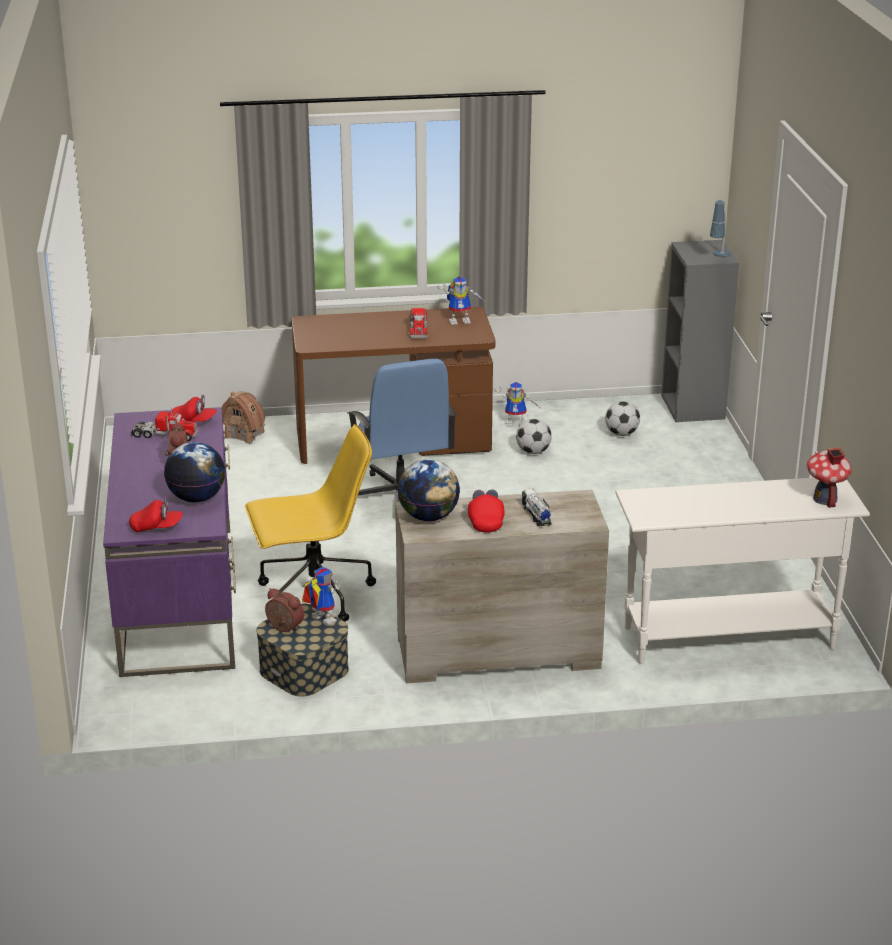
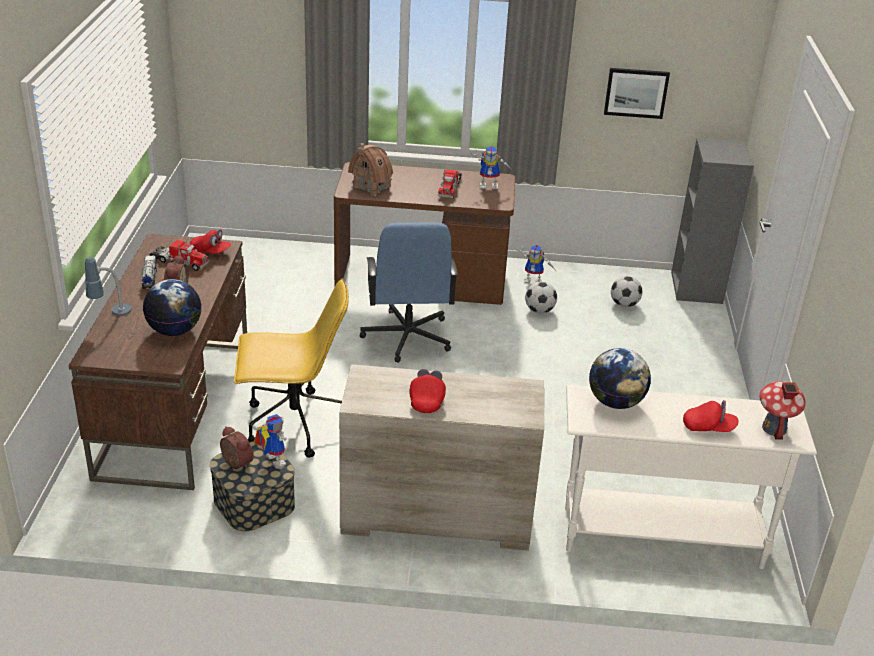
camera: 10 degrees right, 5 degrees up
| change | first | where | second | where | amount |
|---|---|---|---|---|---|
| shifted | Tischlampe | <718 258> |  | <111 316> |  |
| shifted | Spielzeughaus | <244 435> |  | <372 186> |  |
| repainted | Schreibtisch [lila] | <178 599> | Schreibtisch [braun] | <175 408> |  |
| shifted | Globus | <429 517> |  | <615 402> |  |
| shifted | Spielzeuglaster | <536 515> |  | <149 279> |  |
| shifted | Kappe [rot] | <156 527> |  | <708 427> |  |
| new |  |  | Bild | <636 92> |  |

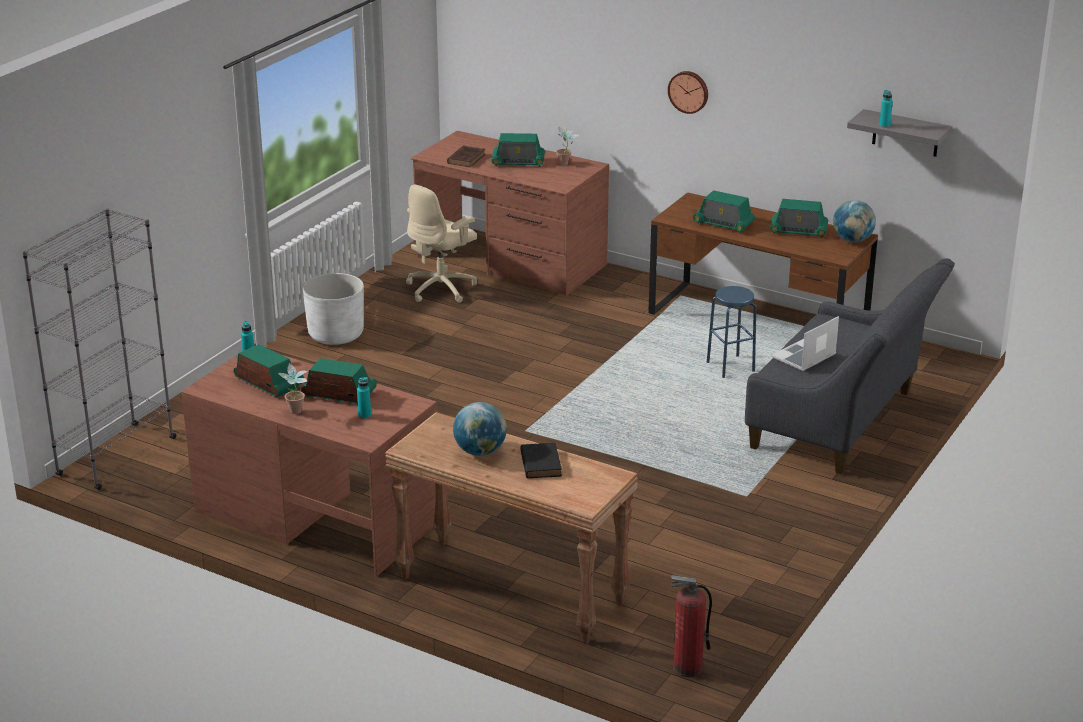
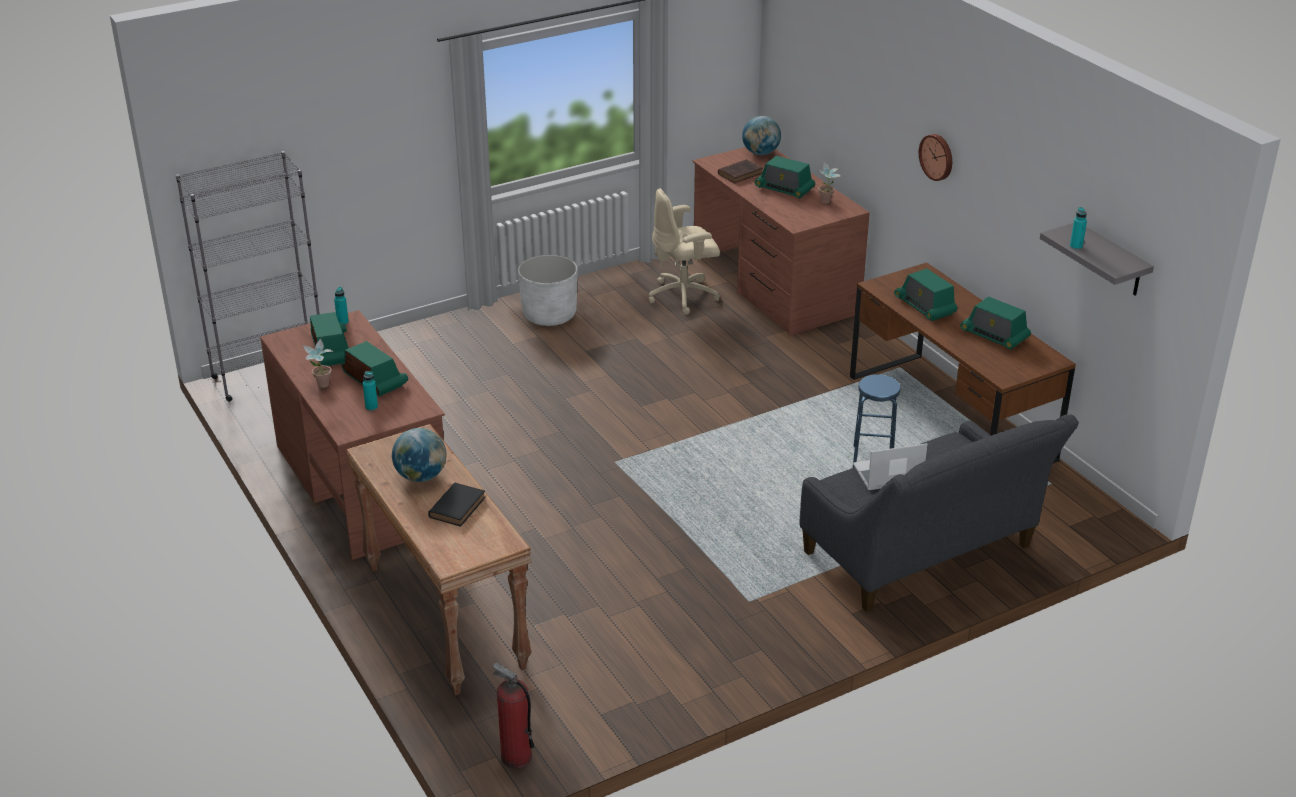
camera: 30 degrees right, 5 degrees up
| change | first | where | second | where | amount |
|---|---|---|---|---|---|
| shifted | Globus | <852 240> |  | <760 153> |  |

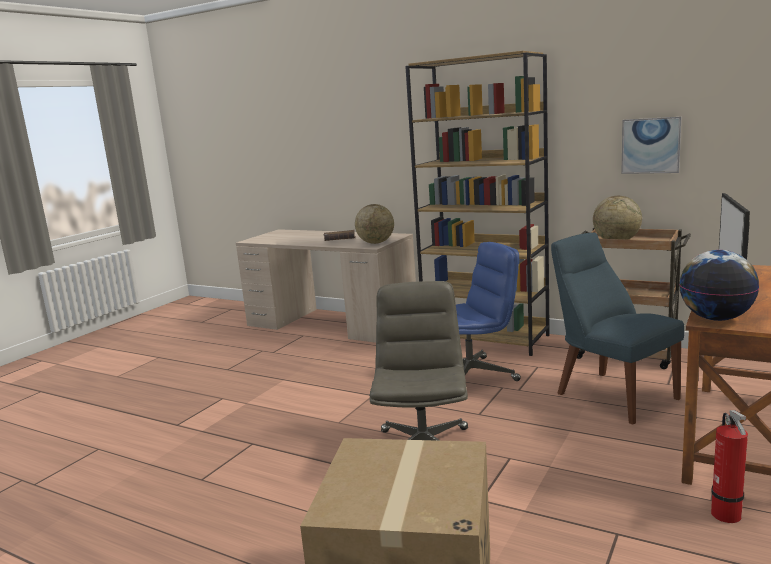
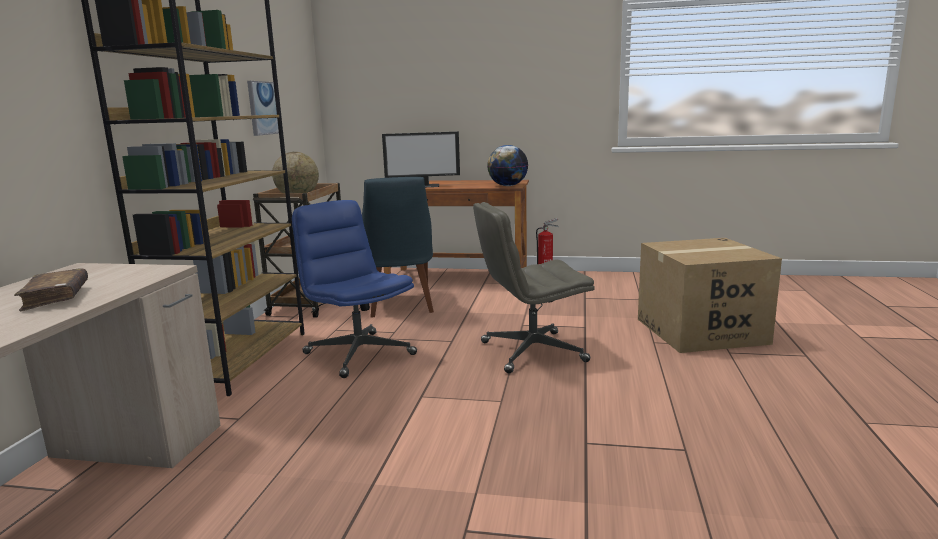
camera: 110 degrees left, 0 degrees up
| change | first | where | second | where | amount |
|---|---|---|---|---|---|
| gone | Globus | <376 243> |  |  |  |
| rotated | Stuhl [blau] | <612 395> |  | <400 304> | 45 degrees counterclockwise |

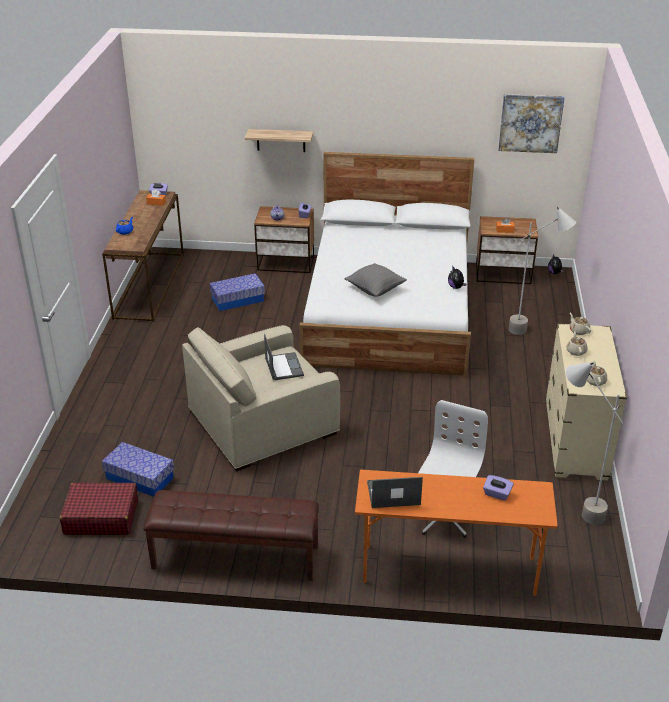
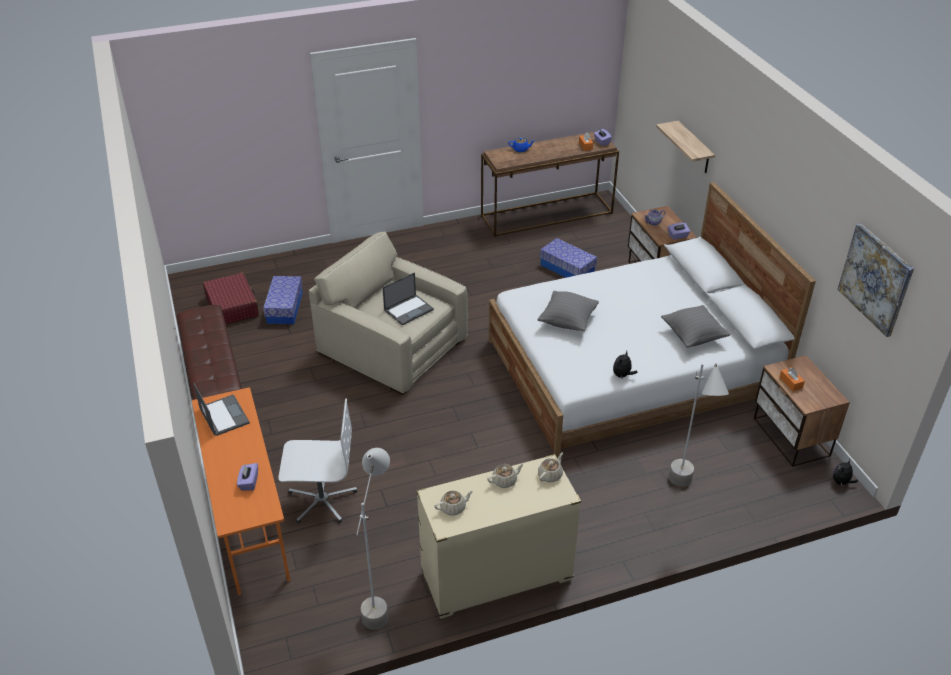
camera: 65 degrees right, 5 degrees up
| change | first | where | second | where | amount |
|---|---|---|---|---|---|
| new |  |  | Kissen [grau] | <693 337> |  |

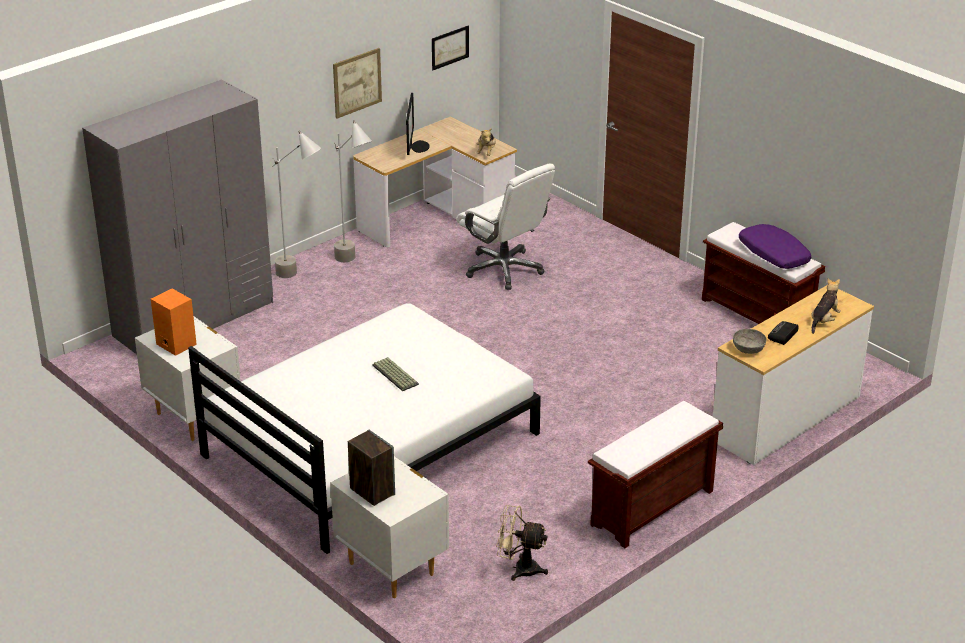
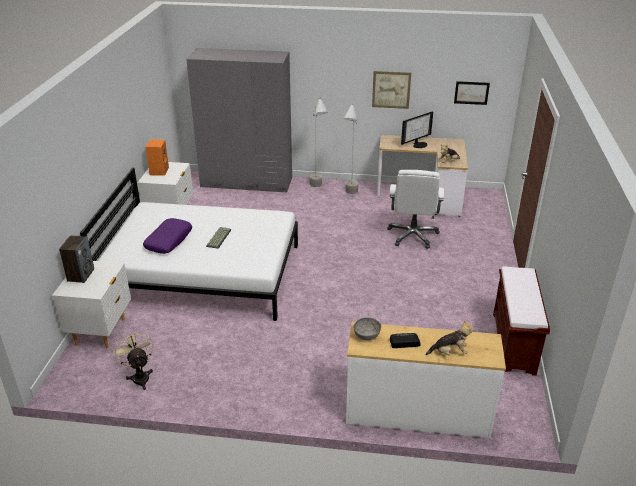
camera: 50 degrees right, 0 degrees up
| change | first | where | second | where | amount |
|---|---|---|---|---|---|
| shifted | Kissen [lila] | <773 254> |  | <168 241> |  |
| gone | Bank [braun] | <651 509> |  |  |  |

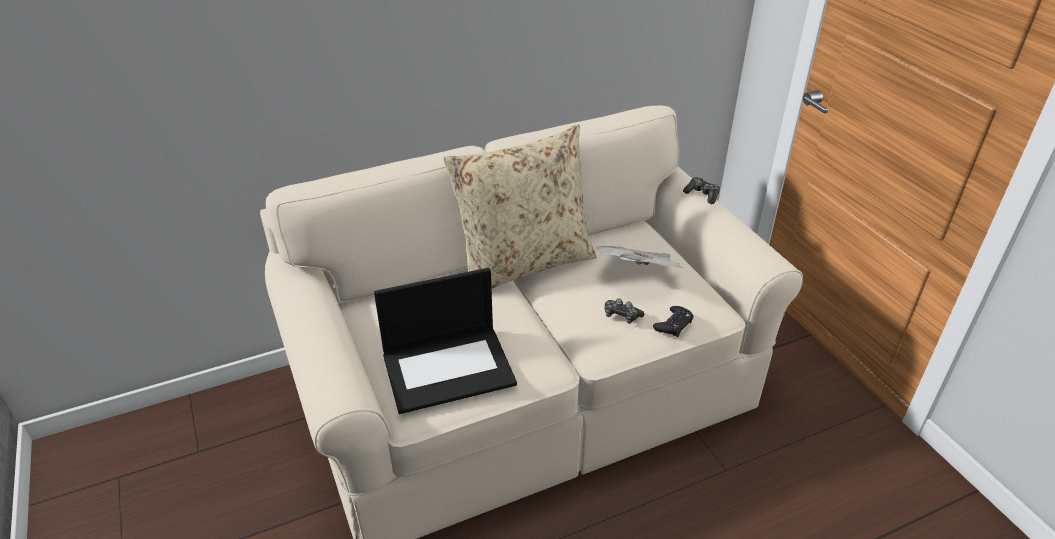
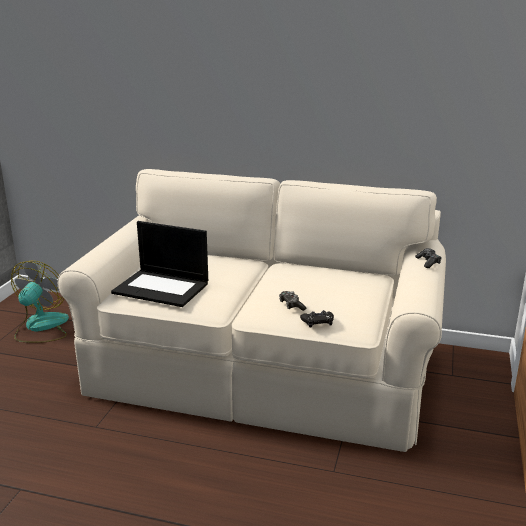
camera: 40 degrees right, 15 degrees down
| change | first | where | second | where | amount |
|---|---|---|---|---|---|
| gone | Kissen [beige] | <524 263> |  |  |  |
| gone | Zeitung | <640 274> |  |  |  |
| new |  |  | Ventilator | <41 327> |  |

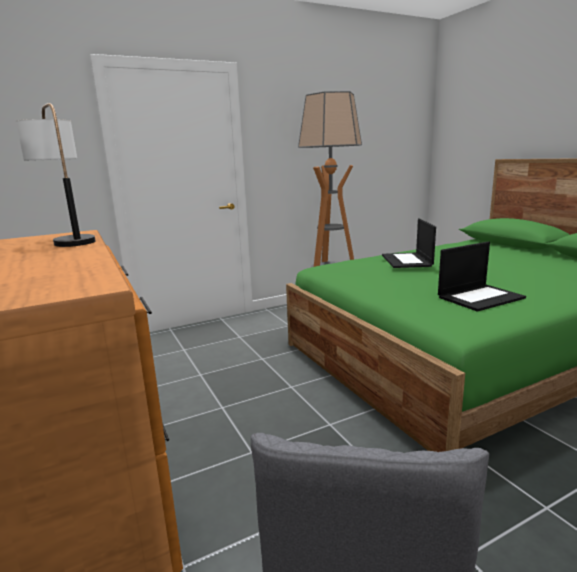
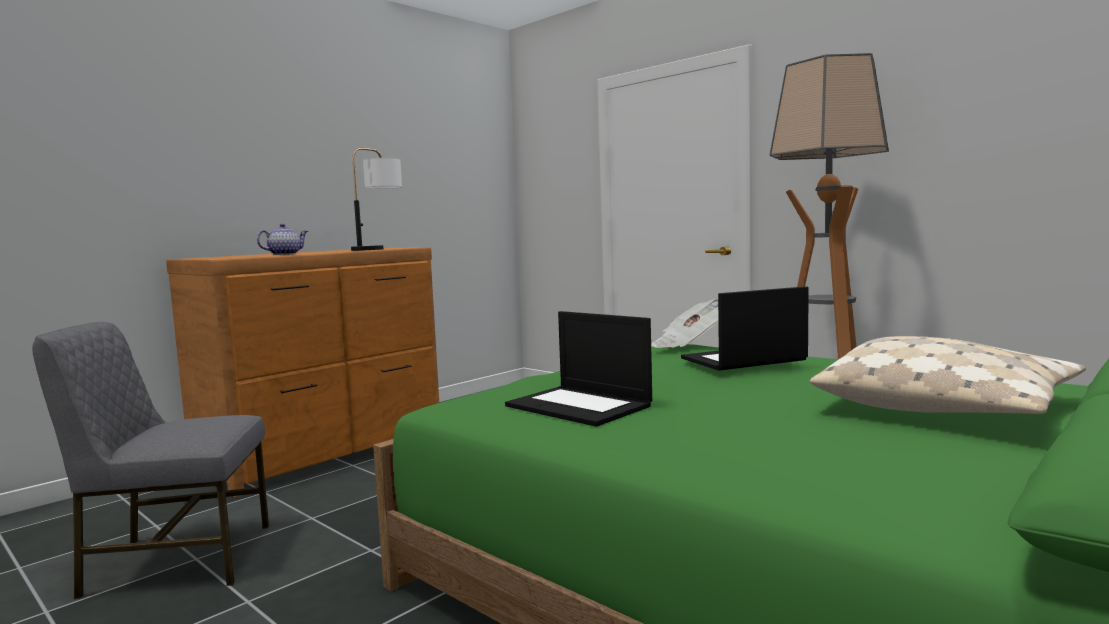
camera: 70 degrees right, 10 degrees down
| change | first | where | second | where | amount |
|---|---|---|---|---|---|
| new |  |  | Teekanne | <284 254> |  |
| new |  |  | Zeitung | <689 344> |  |
| new |  |  | Kissen [beige] | <947 407> |  |

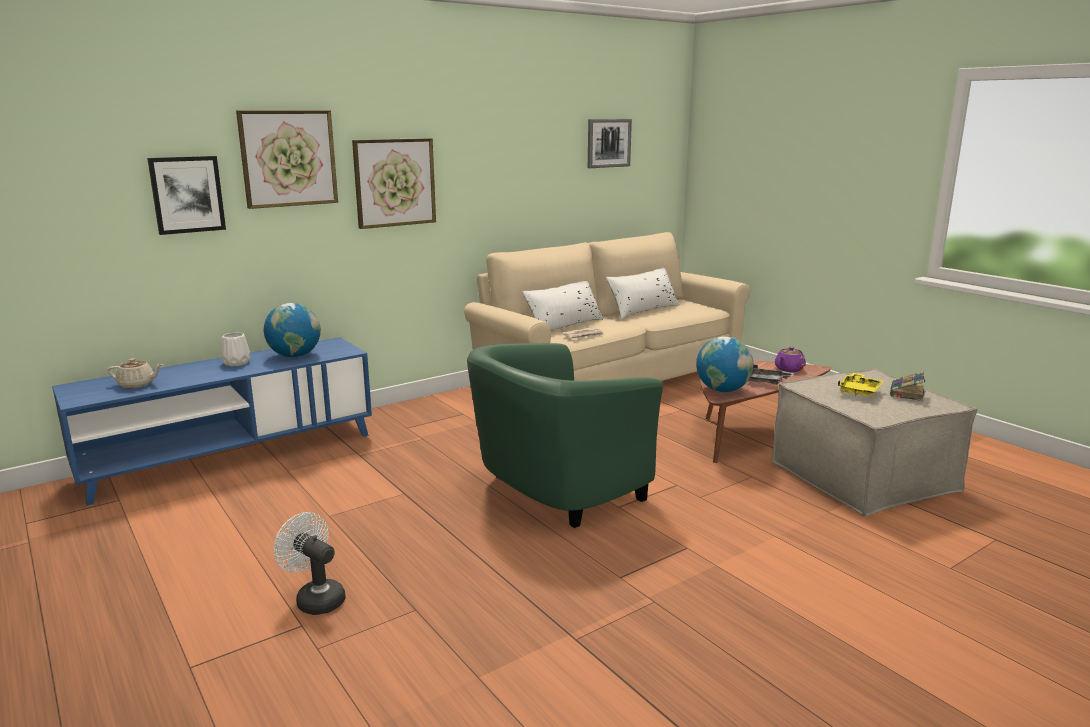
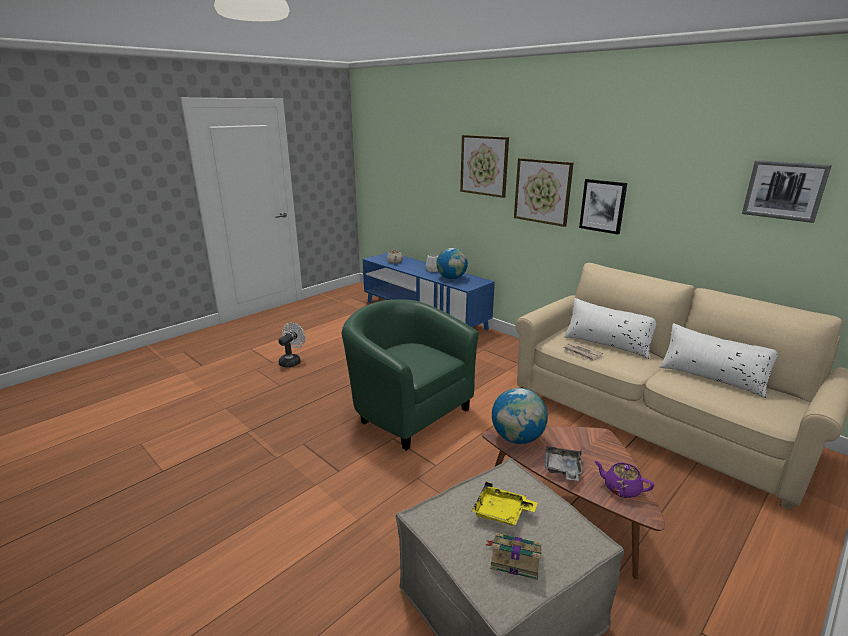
camera: 80 degrees right, 5 degrees up
| change | first | where | second | where | amount |
|---|---|---|---|---|---|
| shifted | Bild | <187 194> |  | <603 206> |  |

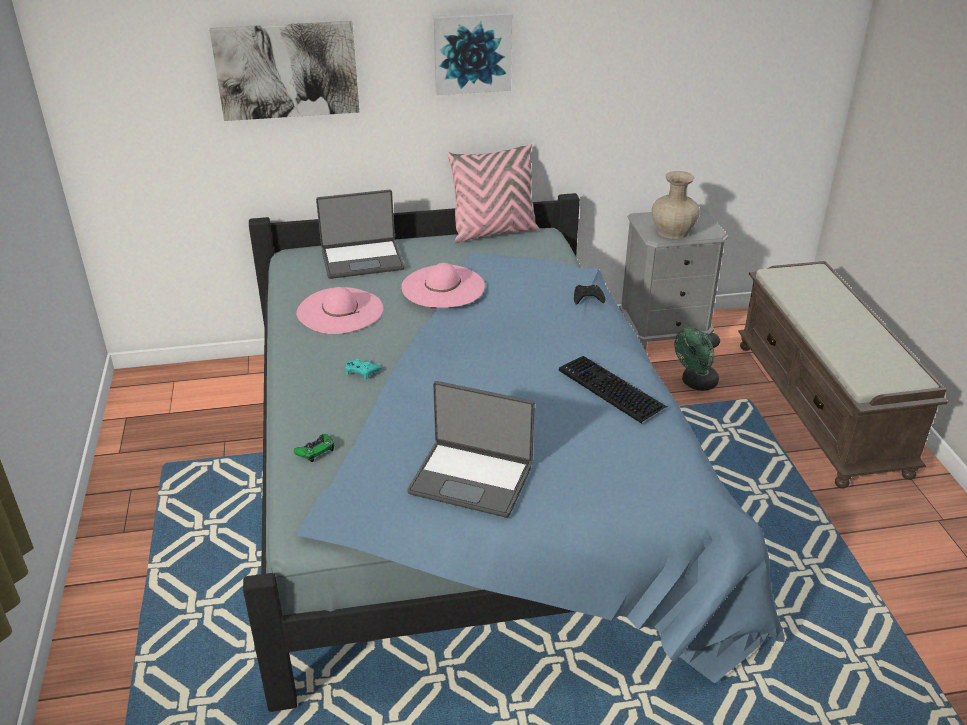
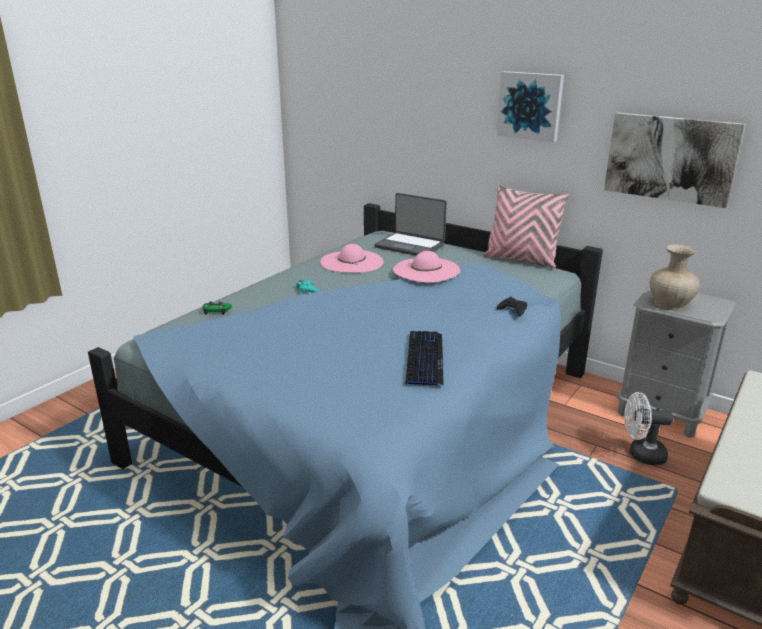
camera: 45 degrees right, 10 degrees down
| change | first | where | second | where | amount |
|---|---|---|---|---|---|
| shifted | Bild | <287 70> |  | <670 158> |  |
| repainted | Ventilator [grün] | <695 383> | Ventilator [weiß] | <641 454> |  |
| gone | Laptop | <471 478> |  |  |  |

